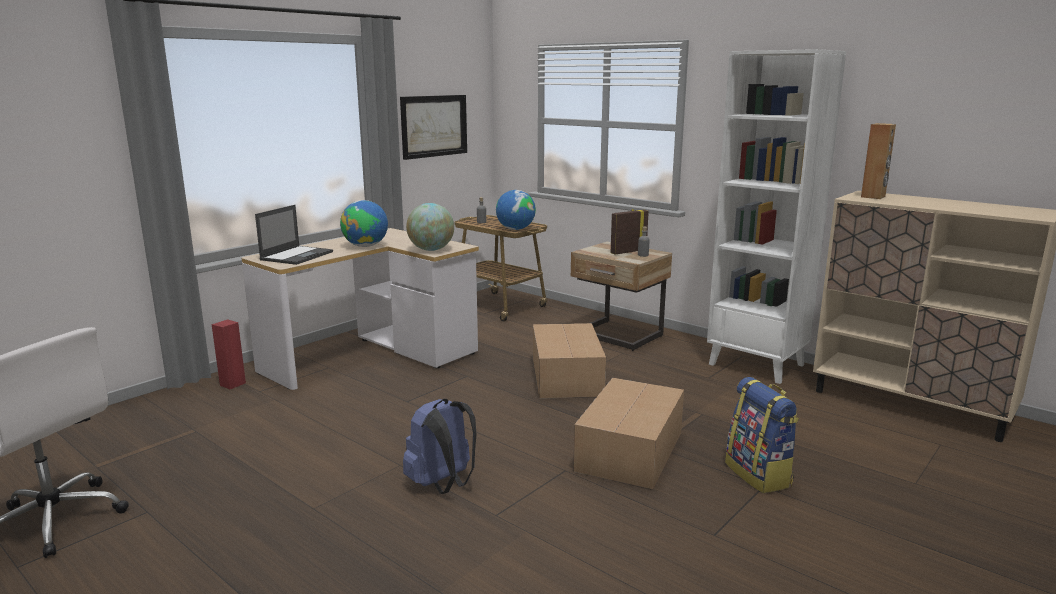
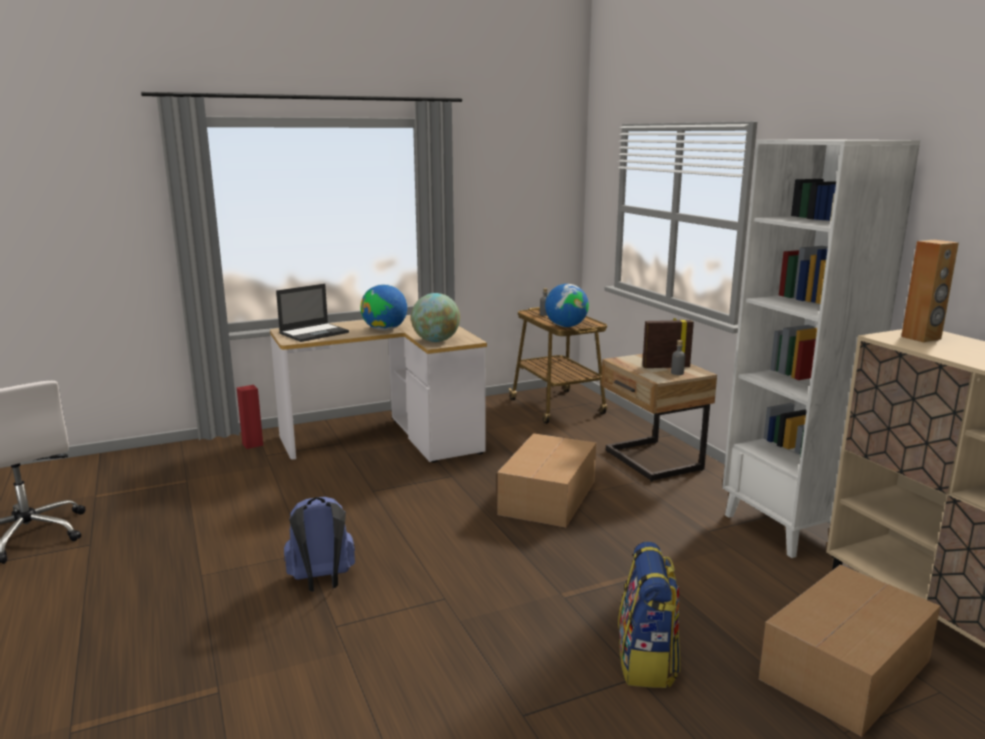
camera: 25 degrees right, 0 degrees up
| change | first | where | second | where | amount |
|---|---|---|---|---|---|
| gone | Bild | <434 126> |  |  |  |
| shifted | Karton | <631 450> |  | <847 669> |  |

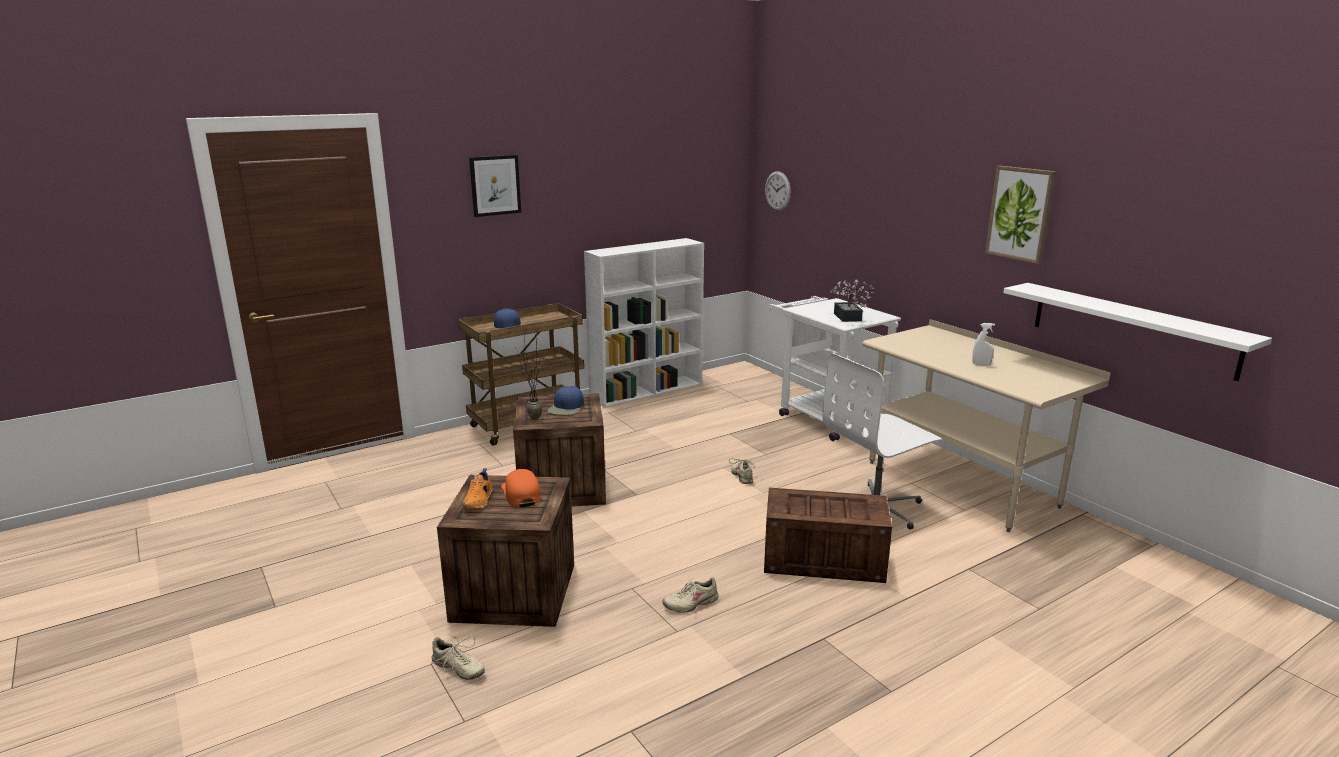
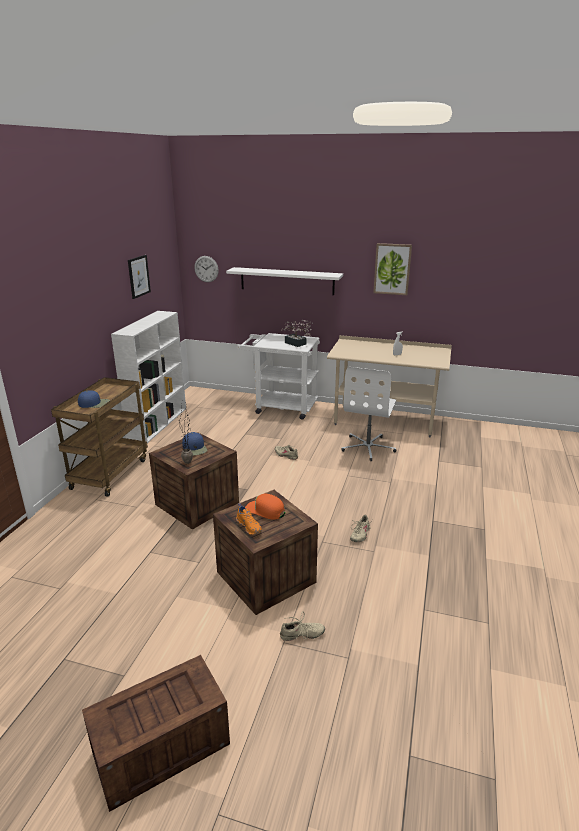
camera: 40 degrees left, 5 degrees up
| change | first | where | second | where | amount |
|---|---|---|---|---|---|
| shifted | Bild | <495 185> |  | <138 276> |  |
| shifted | Wandregal [weiß] | <1131 329> |  | <287 281> |  |
| shifted | Kiste | <825 560> |  | <163 747> |  |

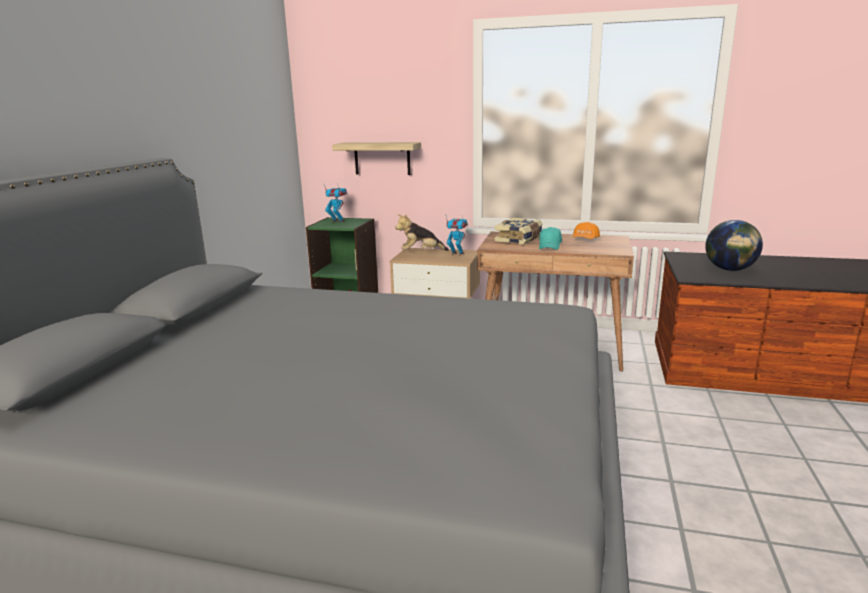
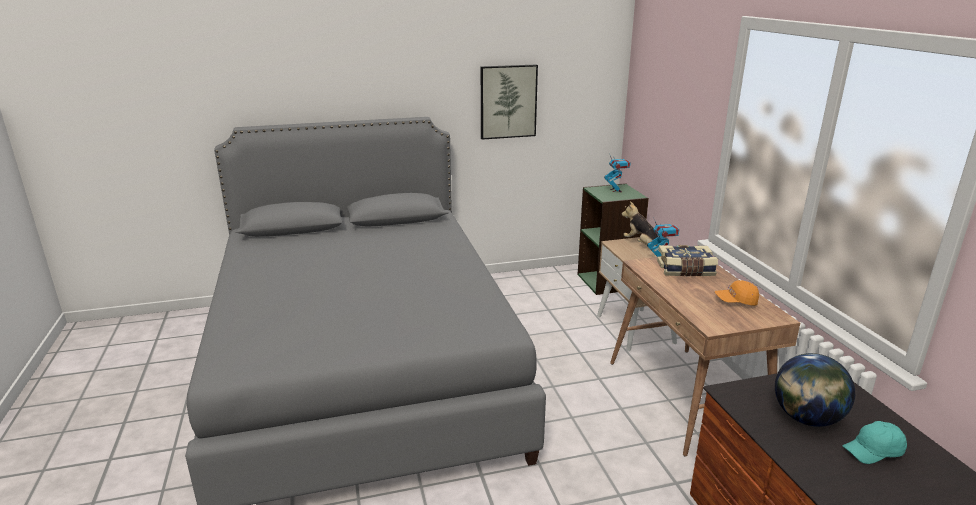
camera: 60 degrees right, 5 degrees up
| change | first | where | second | where | amount |
|---|---|---|---|---|---|
| gone | Wandregal | <382 158> |  |  |  |
| shifted | Kappe [türkis] | <550 246> |  | <874 451> |  |
| new |  |  | Bild | <508 101> |  |

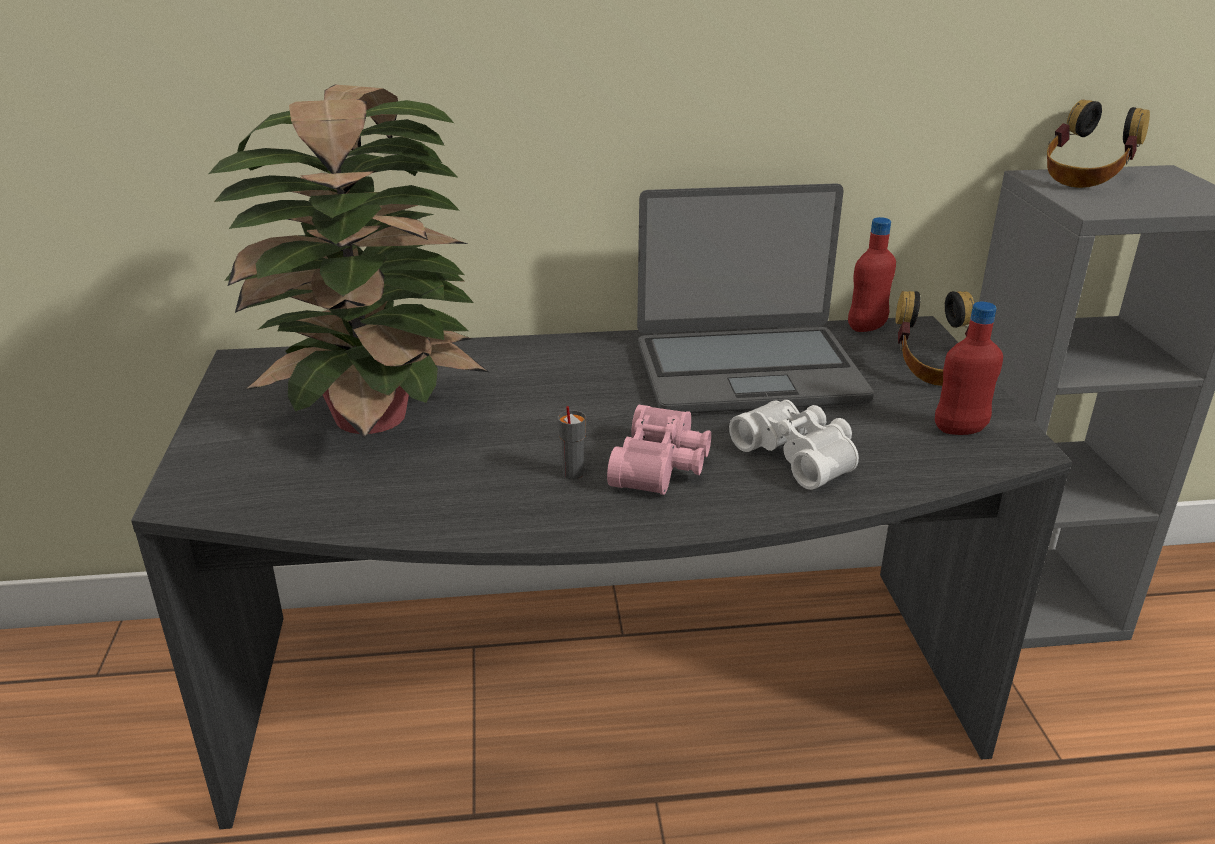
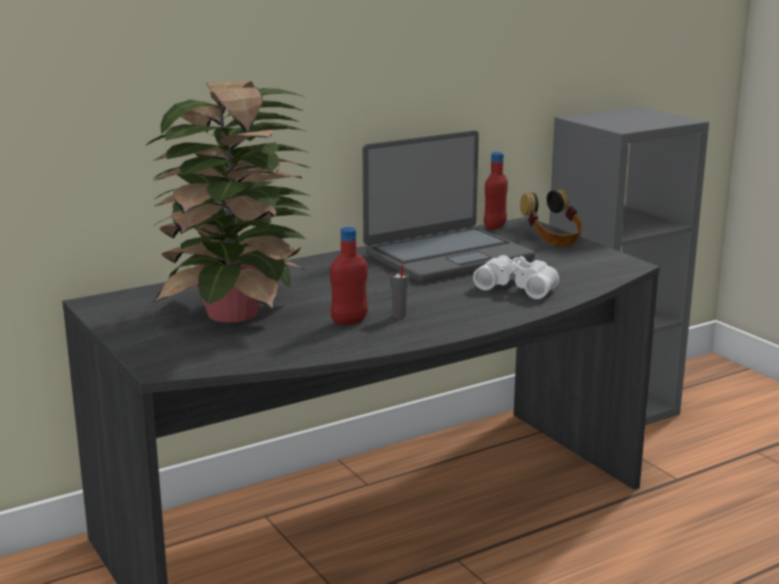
camera: 25 degrees left, 10 degrees down
| change | first | where | second | where | amount |
|---|---|---|---|---|---|
| gone | Kopfhörer | <1085 179> |  |  |  |
| shifted | Flasche [rot] | <960 430> |  | <349 321> |  |
| gone | Fernglas [rosa] | <663 466> |  |  |  |

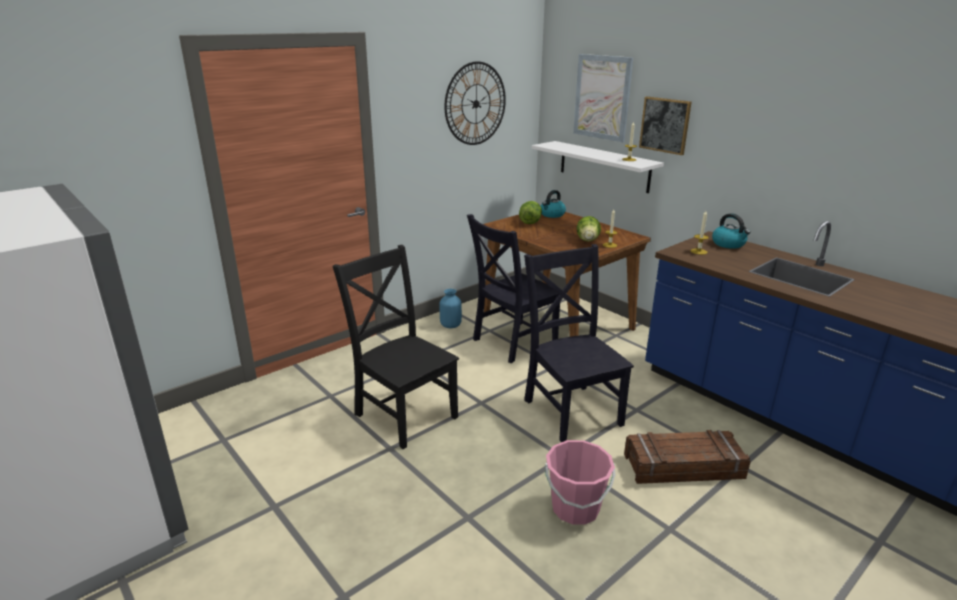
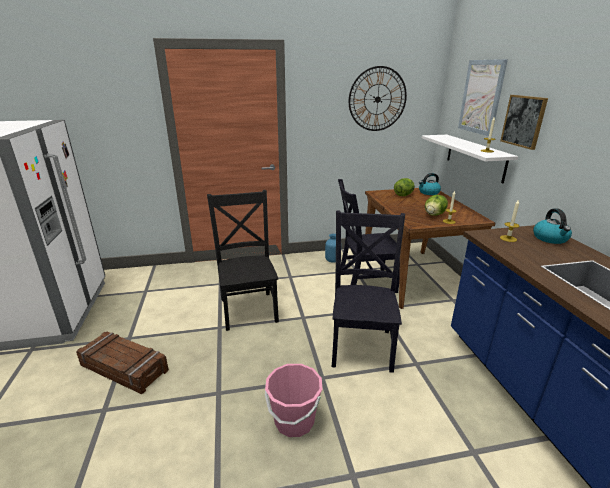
camera: 30 degrees right, 0 degrees up
| change | first | where | second | where | amount |
|---|---|---|---|---|---|
| shifted | Kiste | <682 466> |  | <125 367> |  |

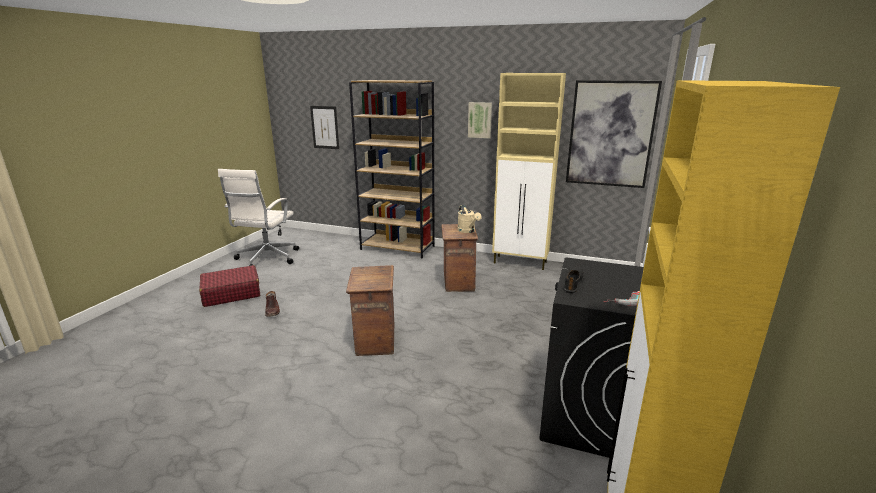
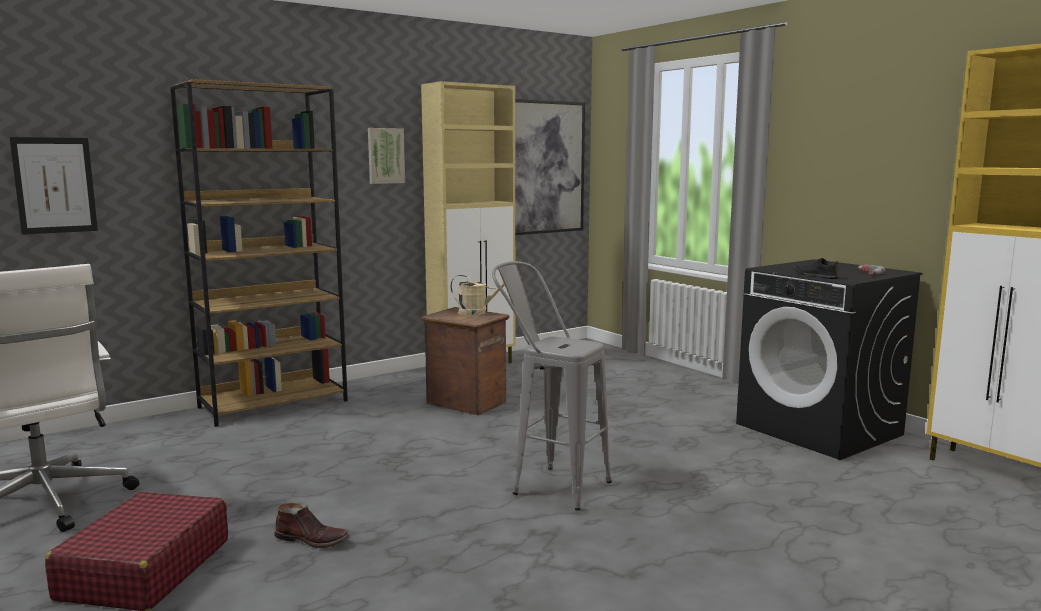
camera: 55 degrees left, 10 degrees down
| change | first | where | second | where | amount |
|---|---|---|---|---|---|
| swapped | Kiste | <375 341> | Hocker [grau] | <549 485> |  |

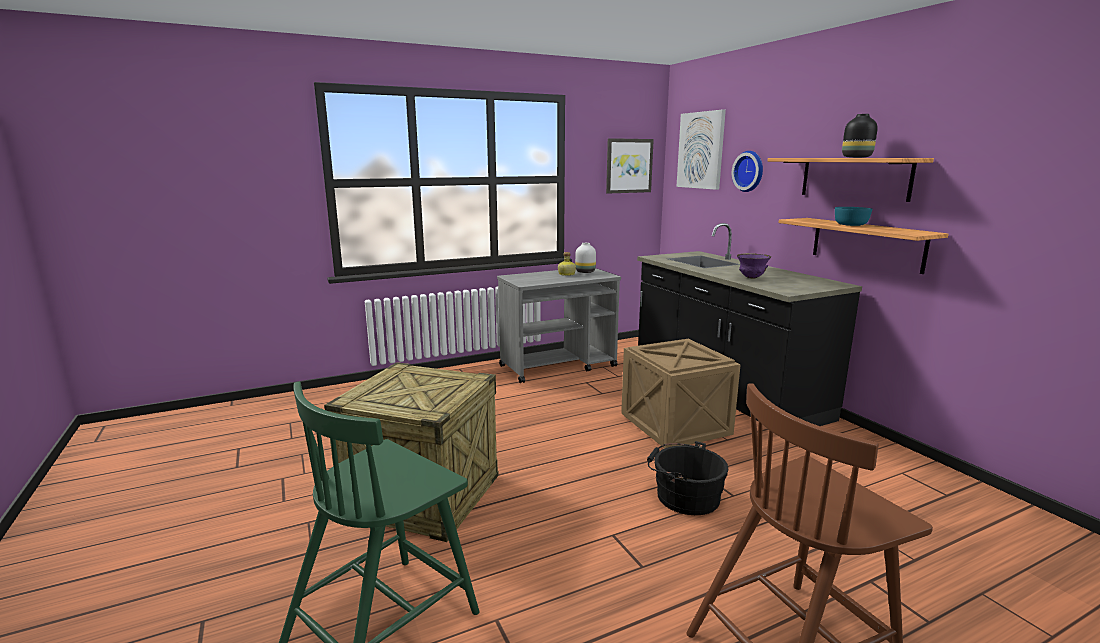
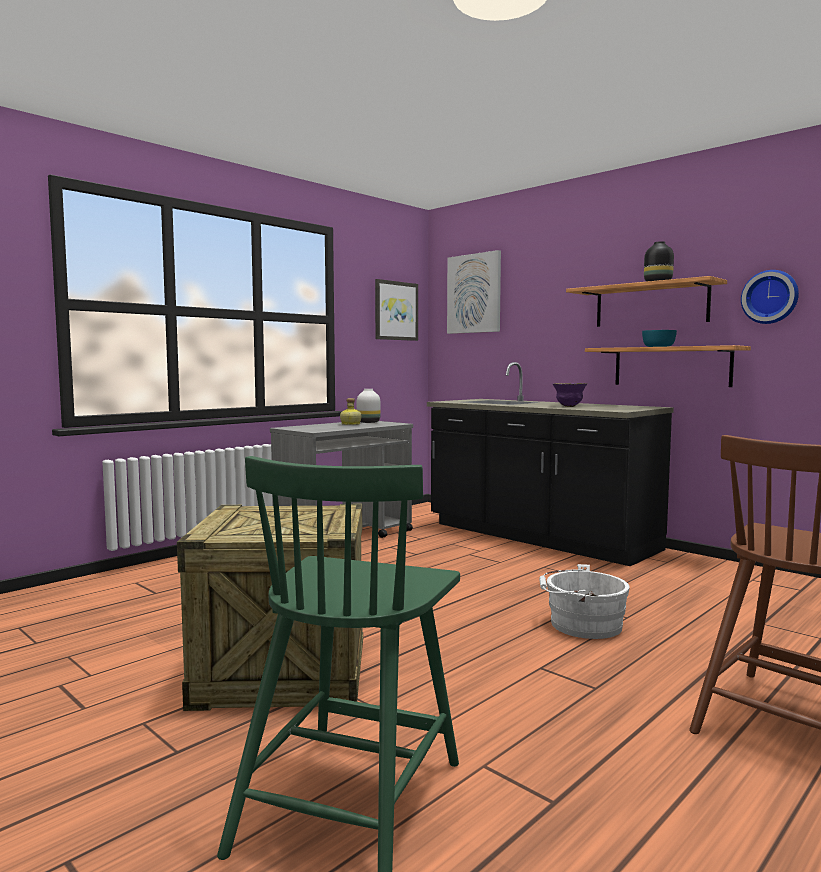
camera: 20 degrees left, 10 degrees down
| change | first | where | second | where | amount |
|---|---|---|---|---|---|
| shifted | Wanduhr | <750 171> |  | <770 297> |  |
| gone | Kiste | <675 426> |  |  |  |
| repainted | Eimer [schwarz] | <684 496> | Eimer [weiß] | <581 625> |  |

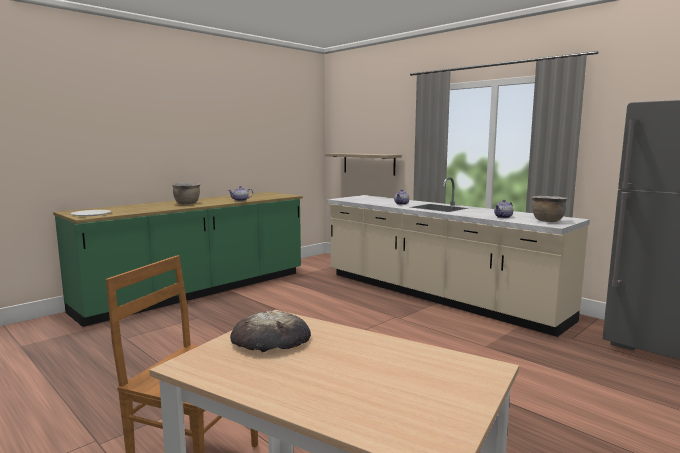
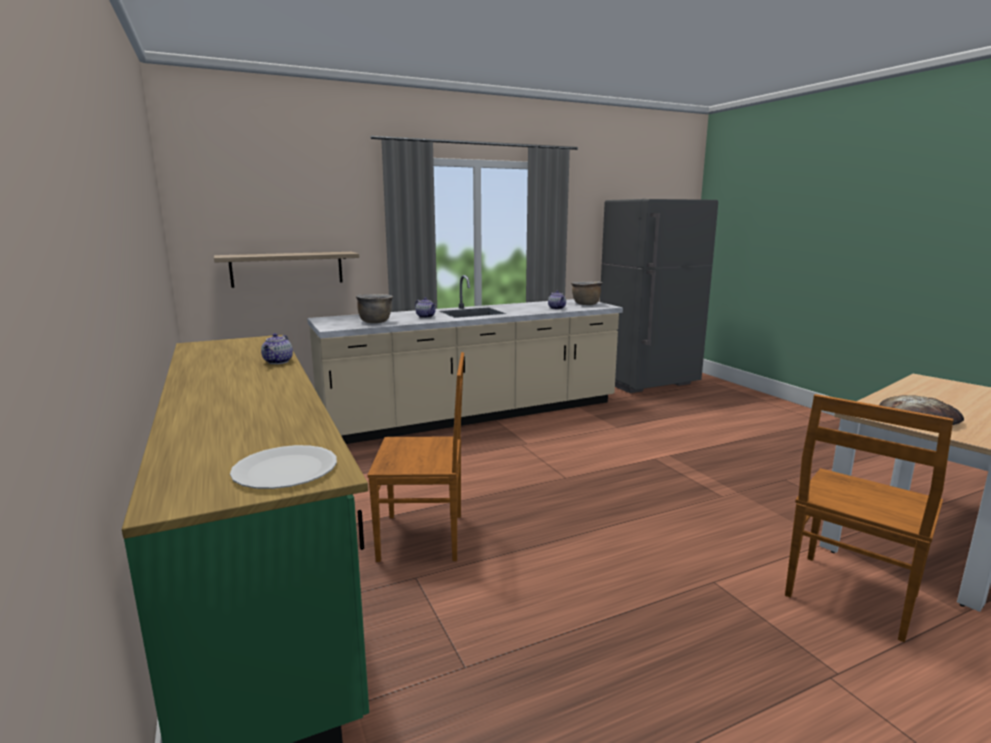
camera: 70 degrees left, 5 degrees up
| change | first | where | second | where | amount |
|---|---|---|---|---|---|
| shifted | Kochtopf [braun] | <187 203> |  | <375 322> |  |
| new |  |  | Stuhl [braun] | <424 537> |  |

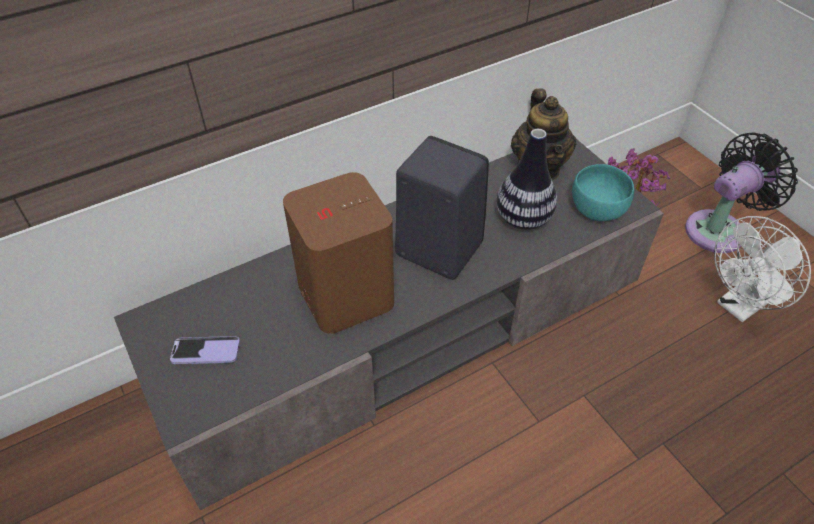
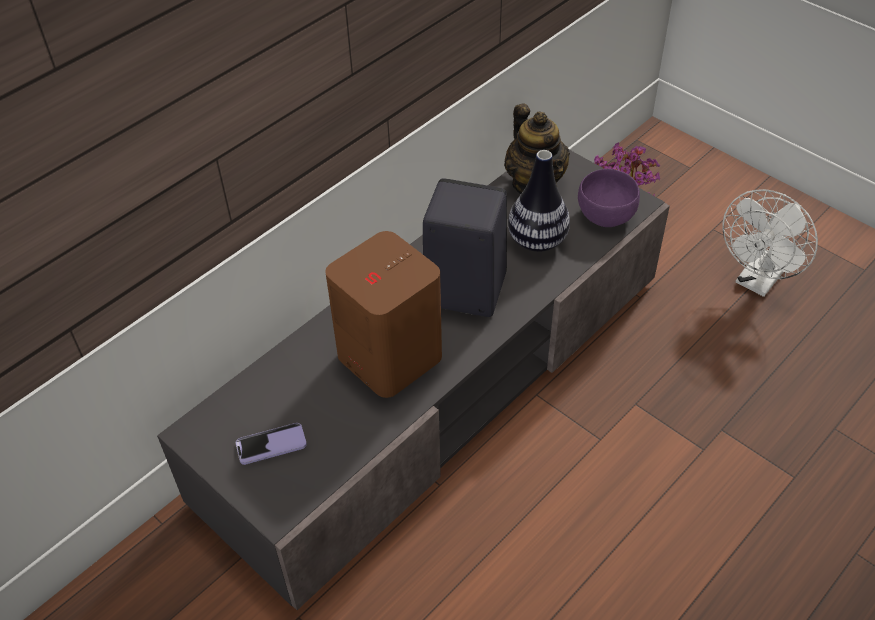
camera: 15 degrees left, 0 degrees up
| change | first | where | second | where | amount |
|---|---|---|---|---|---|
| gone | Ventilator [schwarz] | <719 229> |  |  |  |
| repainted | Schüssel [türkis] | <598 209> | Schüssel [lila] | <606 215> |  |

